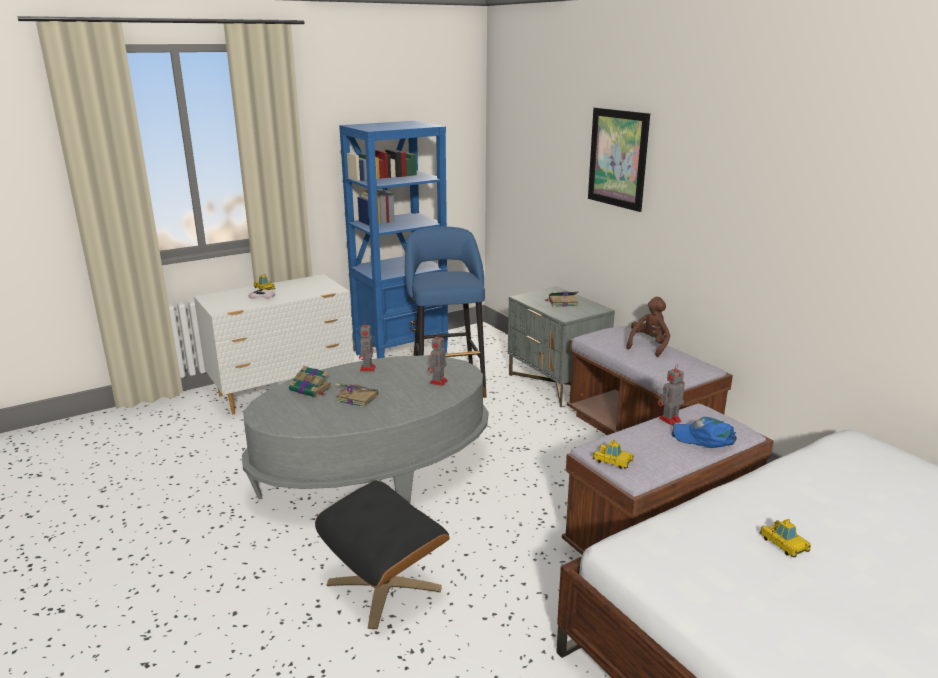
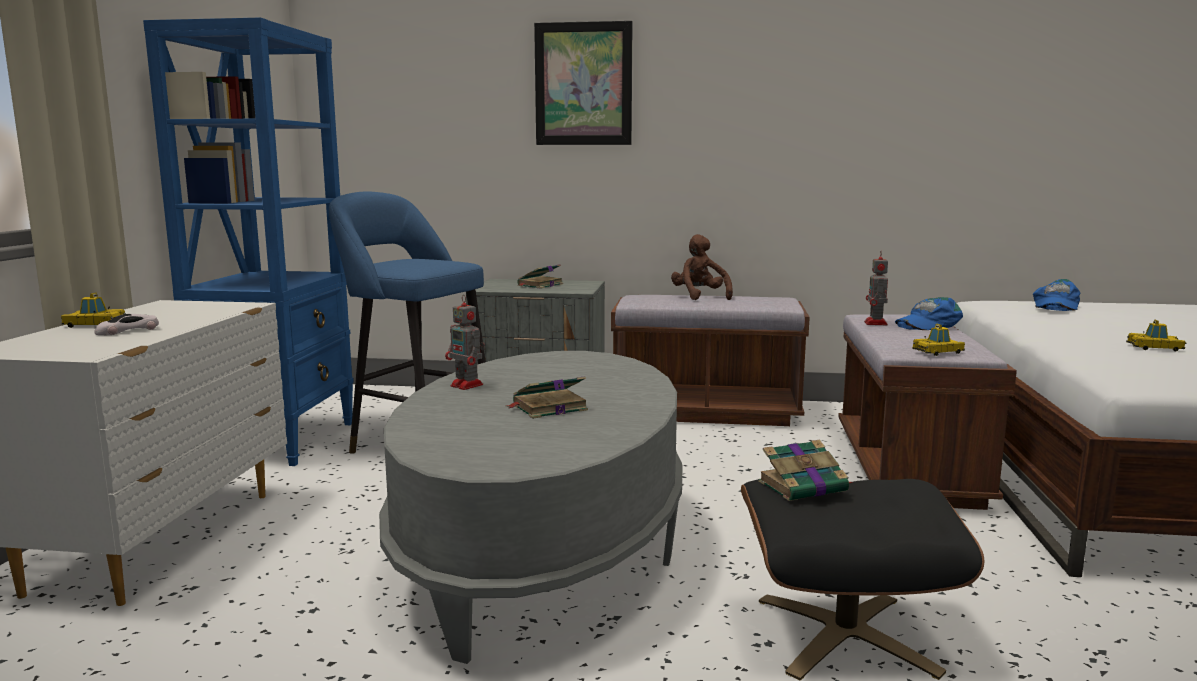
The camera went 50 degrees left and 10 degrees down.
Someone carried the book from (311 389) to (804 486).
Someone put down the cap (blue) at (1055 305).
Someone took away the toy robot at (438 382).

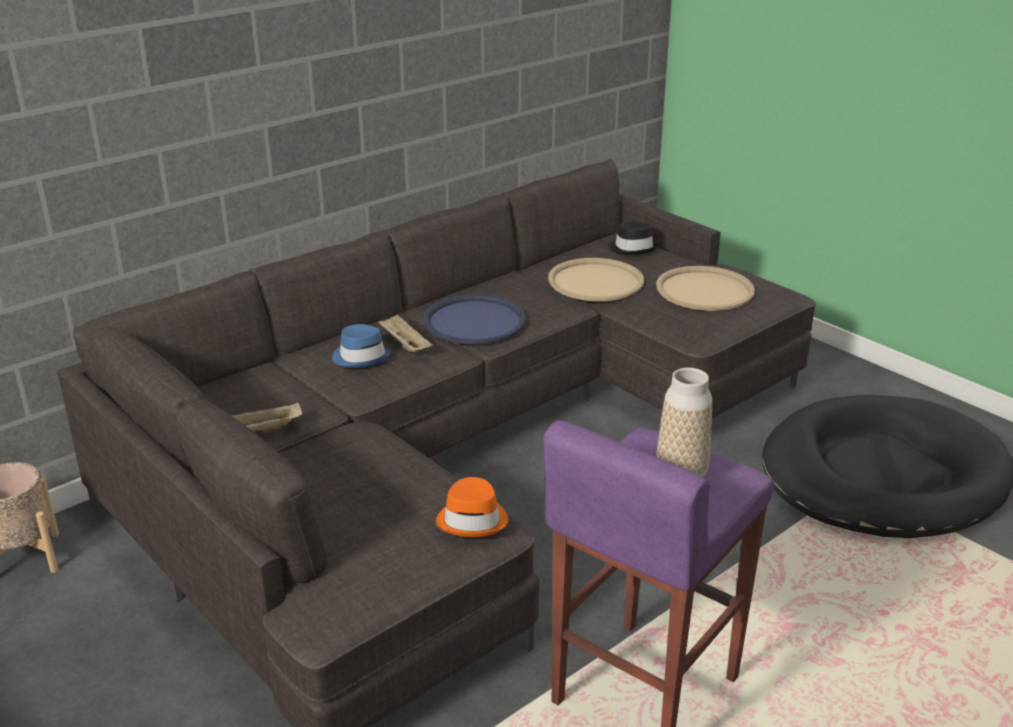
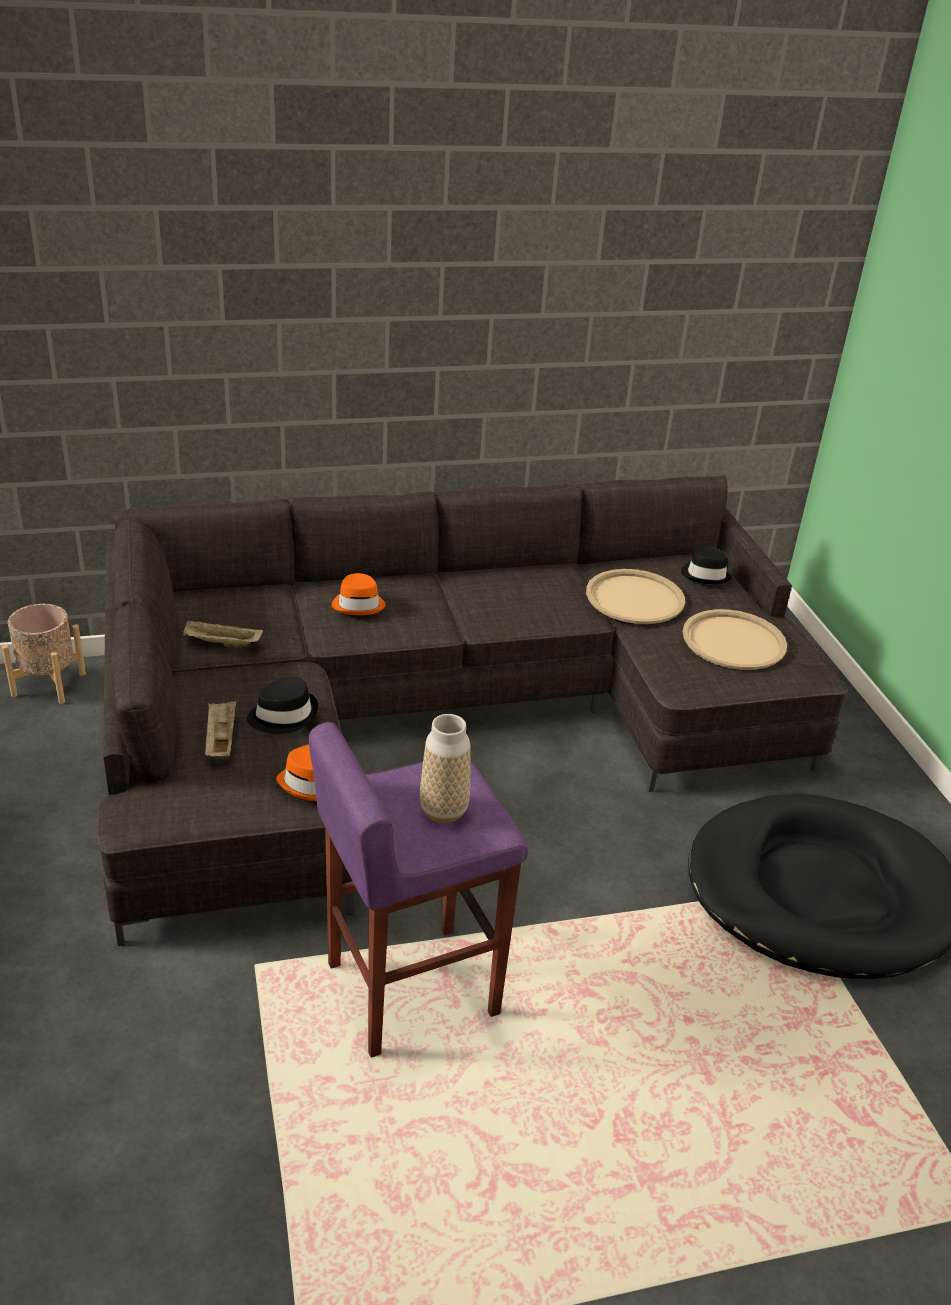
The camera went 25 degrees right and 5 degrees up.
Someone carried the tray (beige) from (404 345) to (221 740).
Someone put down the hat (black) at (283 715).
Someone repainted the hat (blue) at (361 357), which became the hat (orange) at (359 605).
Someone took away the tray (blue) at (474 321).

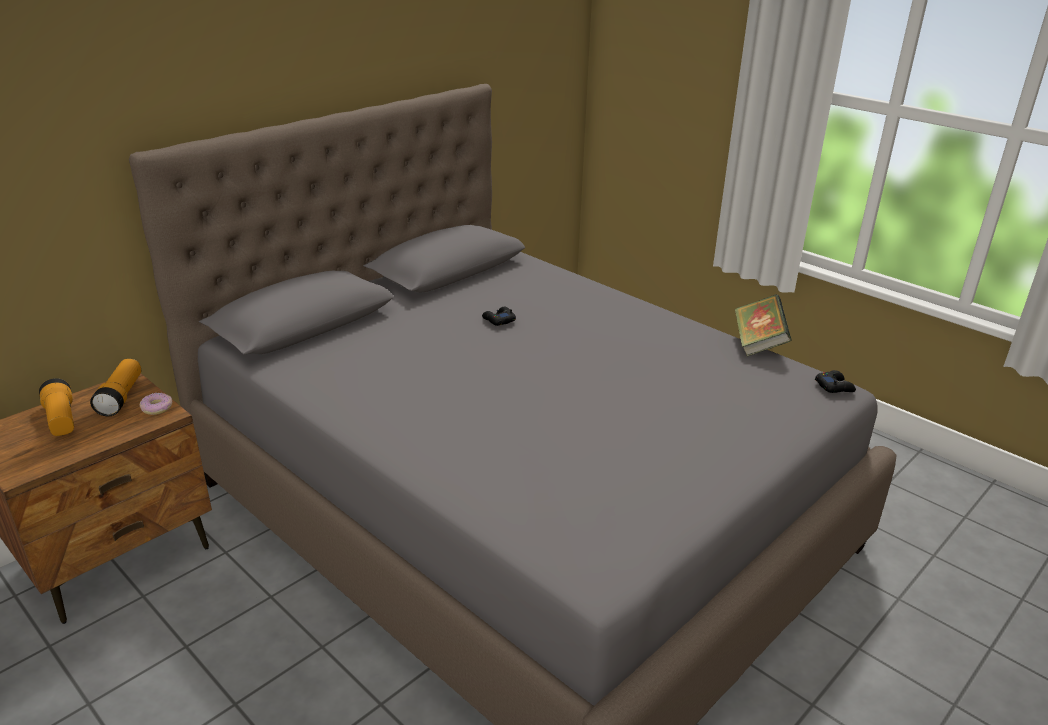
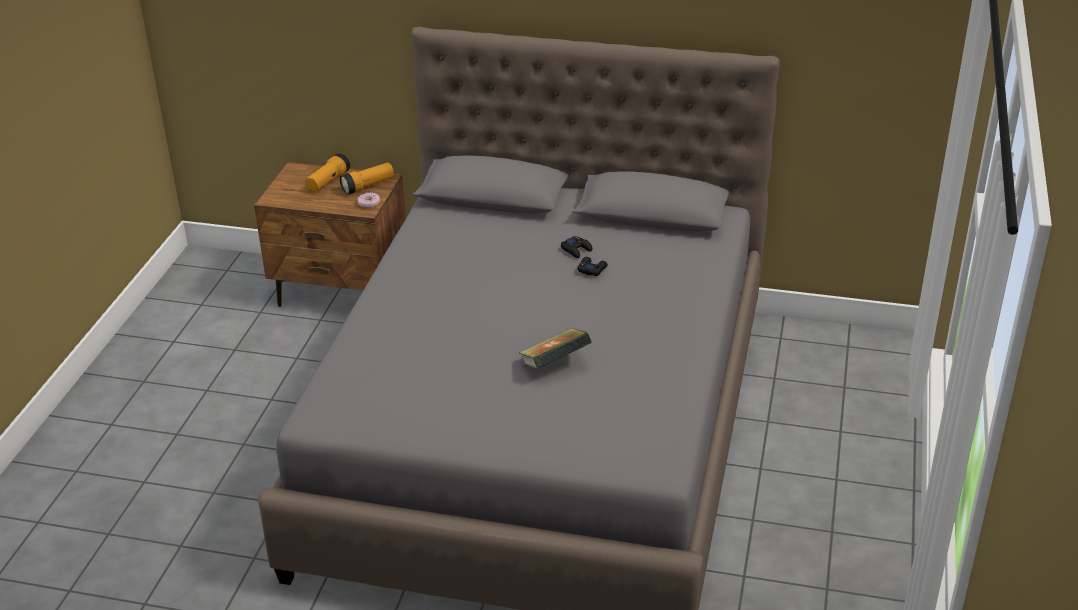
The camera went 60 degrees right and 5 degrees up.
Someone carried the book from (758 343) to (555 365).
Someone carried the game controller (black) from (834 386) to (576 250).

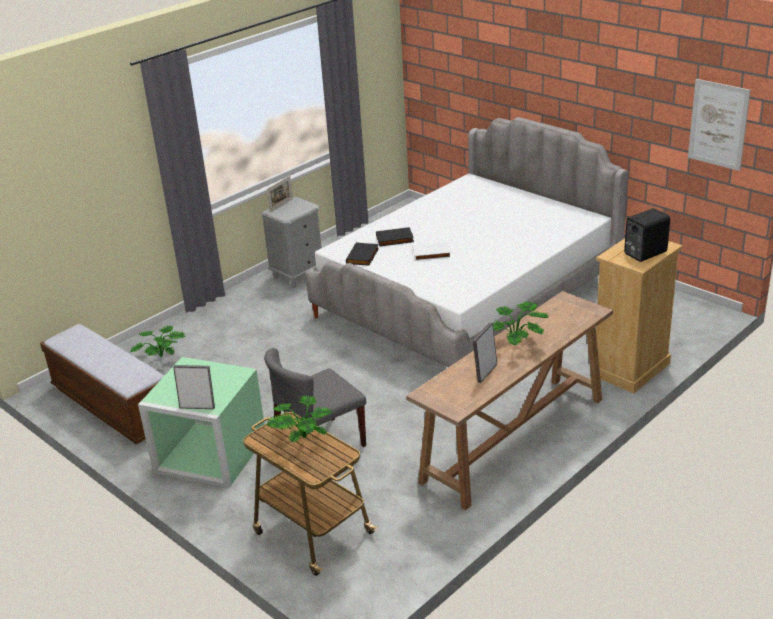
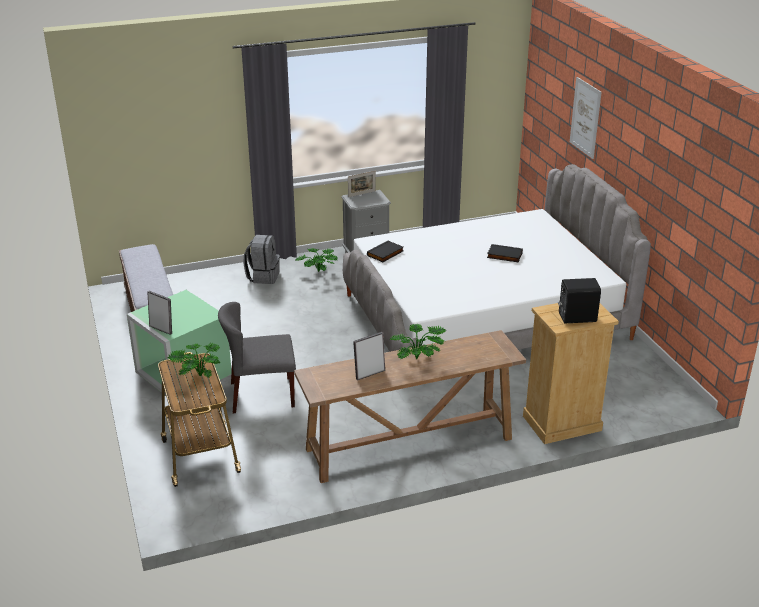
The camera went 25 degrees right and 0 degrees up.
Someone put down the backpack (grey) at (263 276).
Someone carried the potted plant from (162 358) to (318 272).
Someone carried the book (black) from (394 239) to (504 255).
Someone carried the picture from (718 124) to (585 117).
Someone took away the book (white) at (431 254).

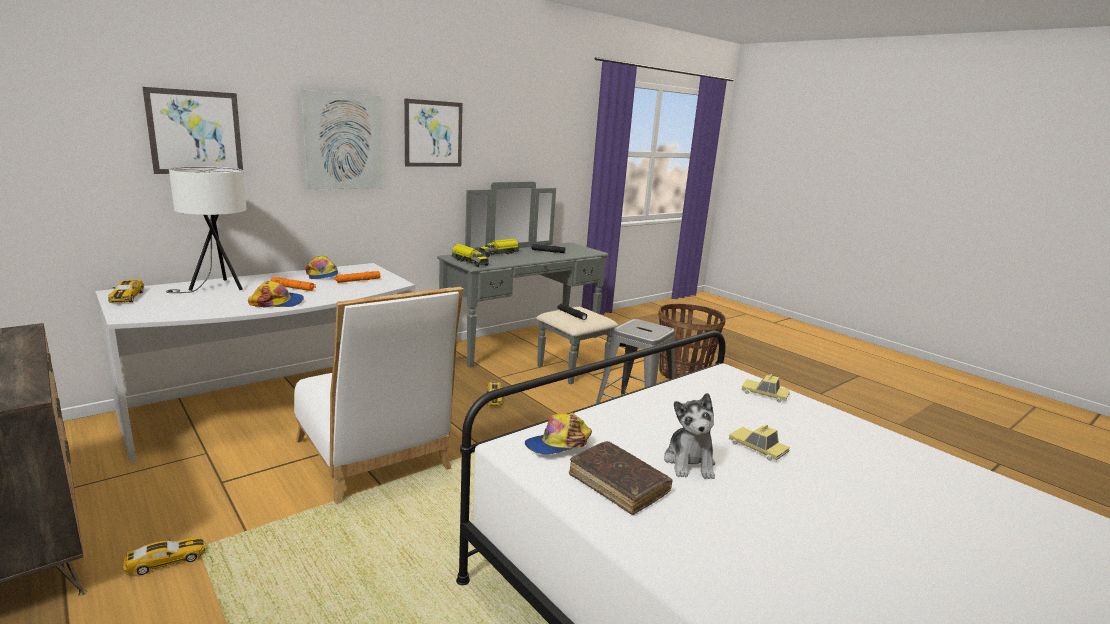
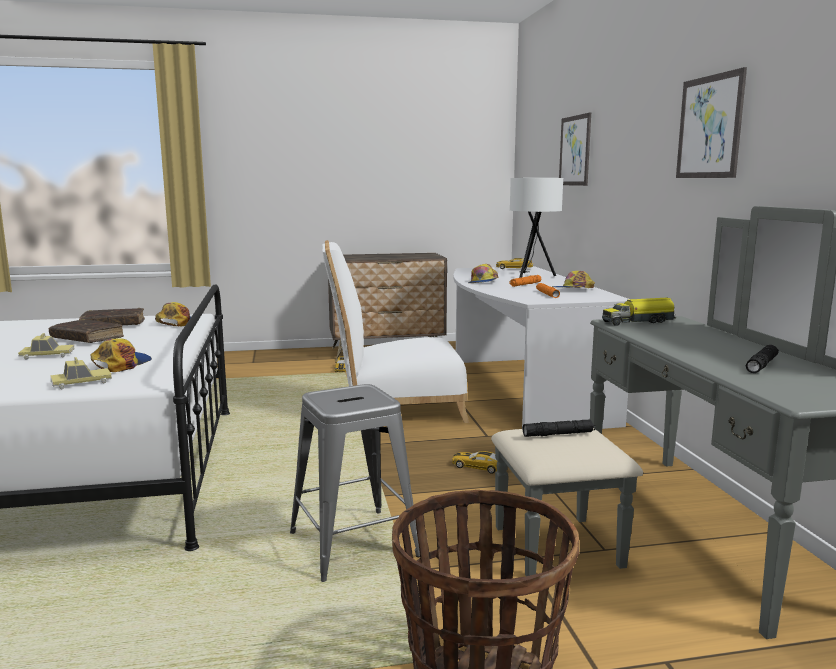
The camera went 120 degrees right and 5 degrees down.
Someone swapped the plush toy at (689 463) for the book (brown) at (87 338).
Someone put down the cap at (121 364).
Someone took away the picture at (342 141).
Someone took away the toy truck at (499 253).

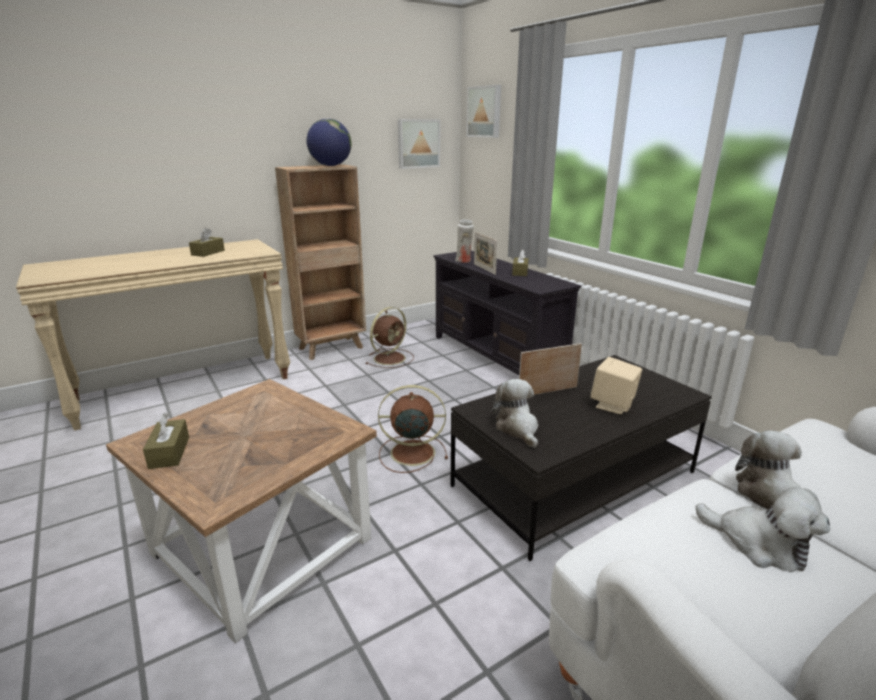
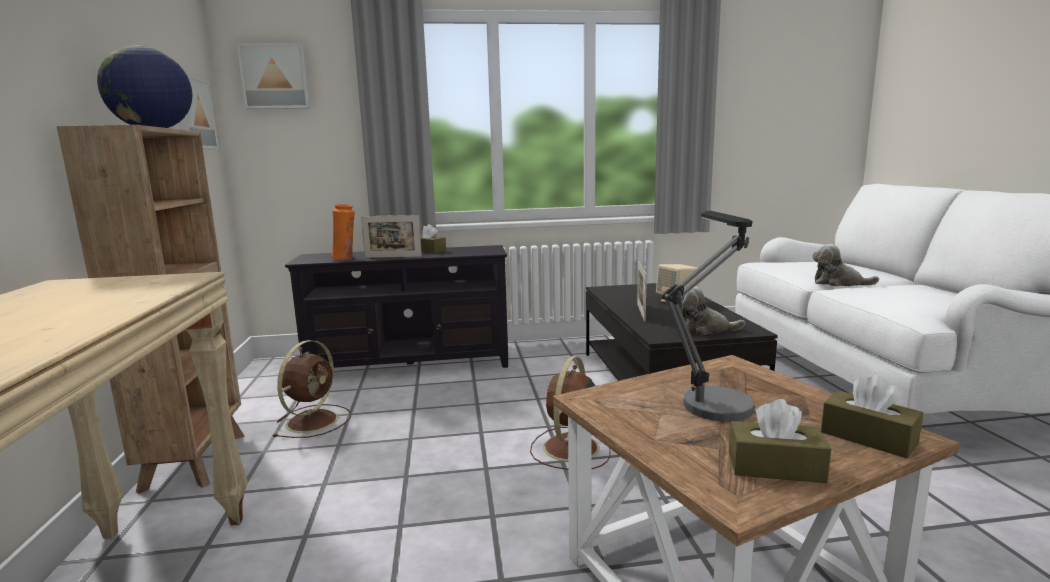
The camera went 65 degrees left and 10 degrees down.
Someone rotated the fan (brown) at (390 358) by 45 degrees clockwise.
Someone repainted the vase (white) at (464 261), which became the vase (orange) at (345 259).
Someone put down the table lamp at (713 397).
Someone carried the tissue box (brown) from (208 253) to (868 437).
Someone took away the plush toy at (759 544).

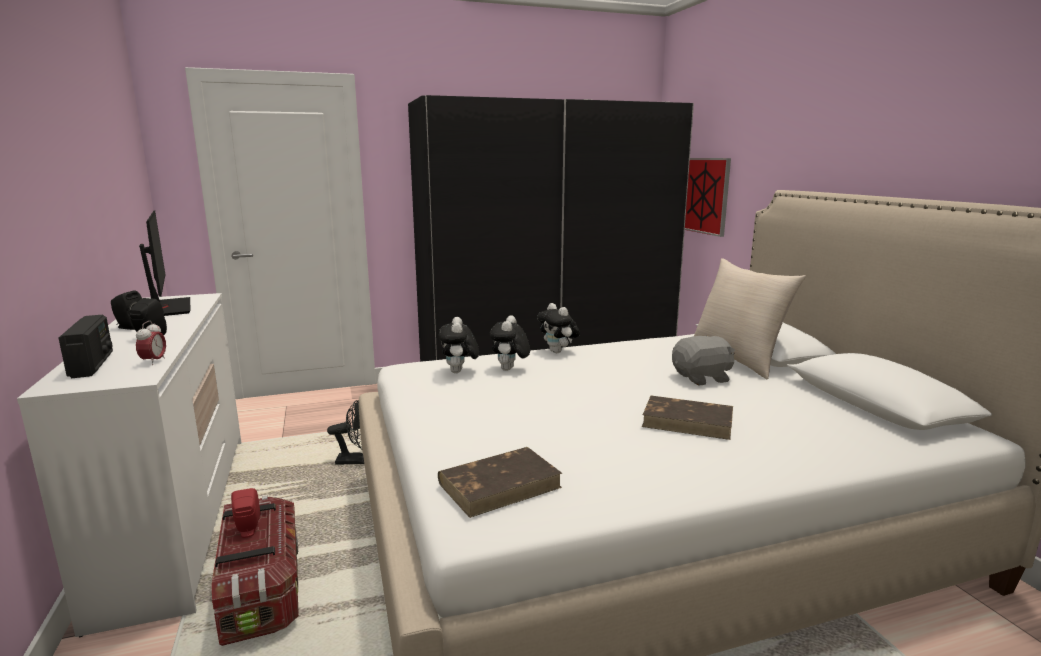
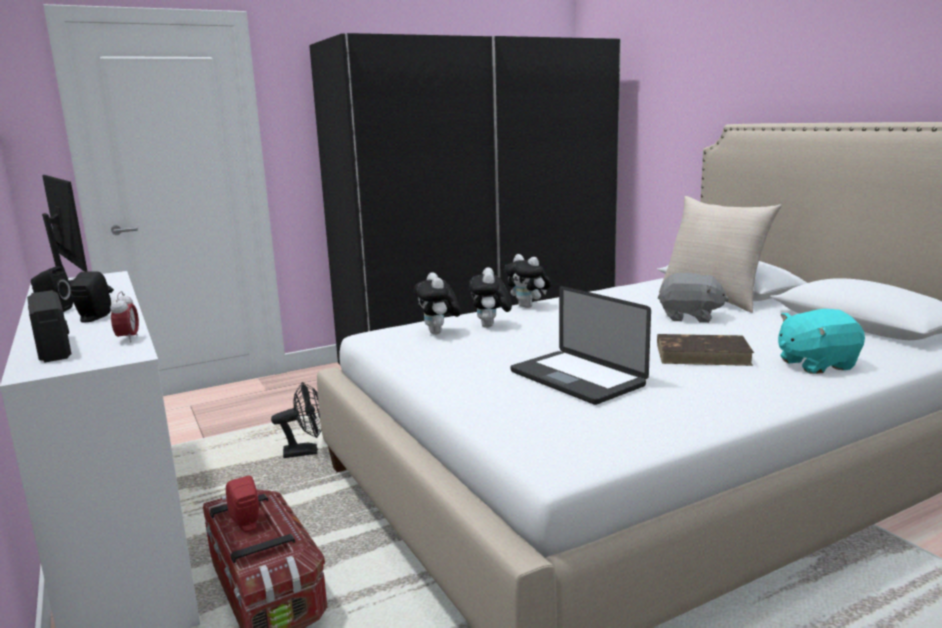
The camera went 10 degrees left and 0 degrees up.
Someone put down the laptop at (576 379).
Someone rotated the plush toy (grey) at (702 378) by 45 degrees clockwise.
Someone put down the plush toy (turquoise) at (815 364).
Someone took away the book (brown) at (500 485).
Someone took away the picture at (704 195).

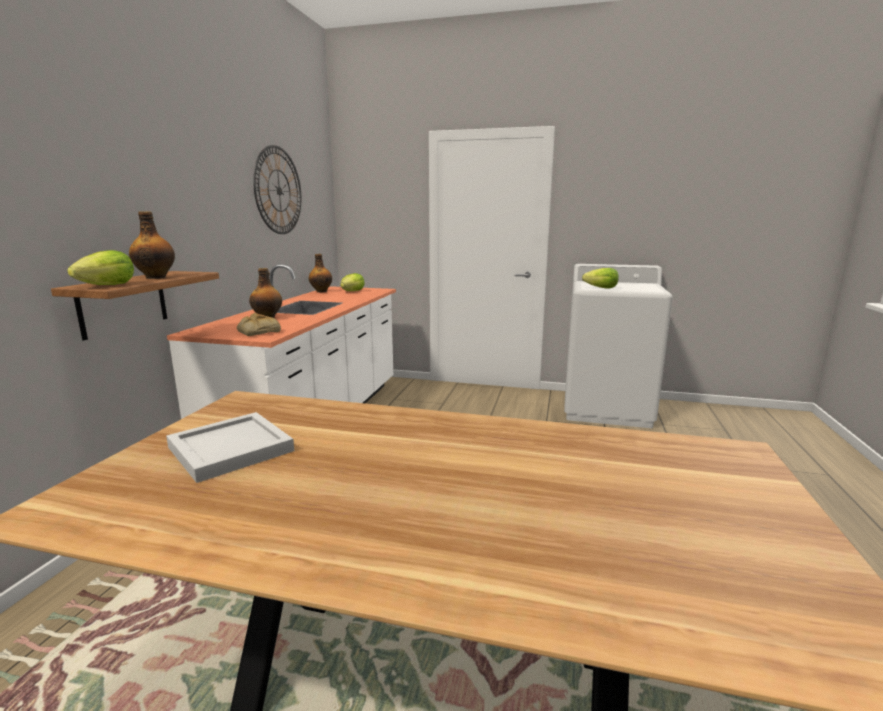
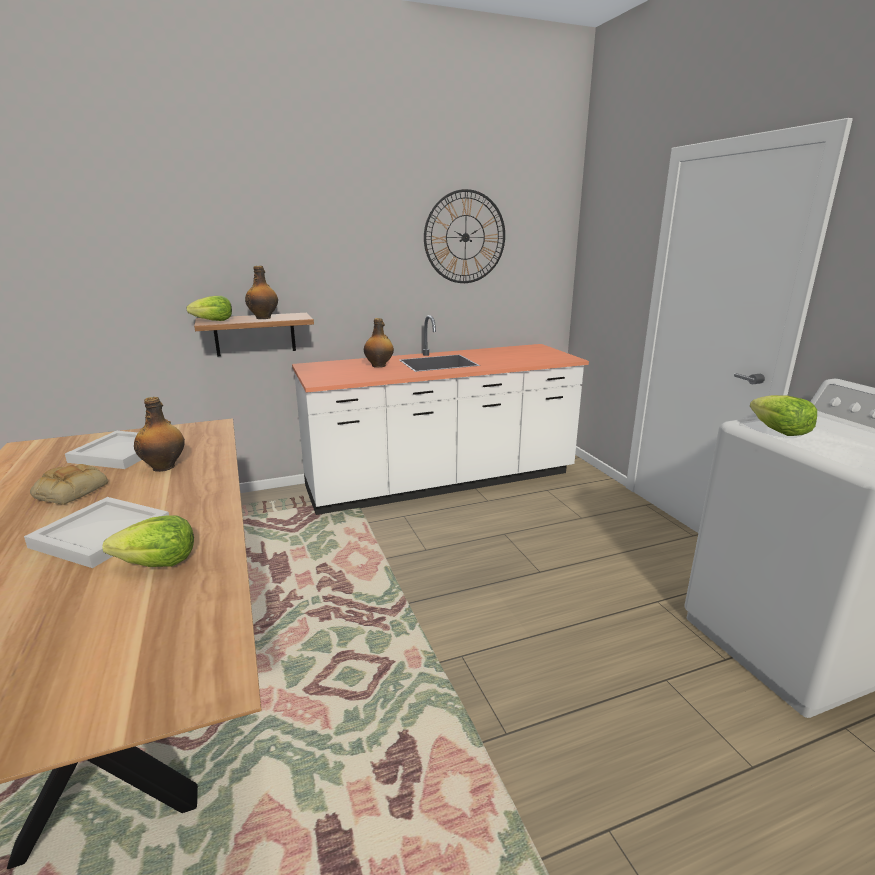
The camera went 55 degrees right and 5 degrees up.
Someone put down the tray (white) at (104 534).
Someone carried the bread from (258 331) to (71 491).
Someone carried the lettuce from (352 291) to (158 562).
Someone carried the bottle from (321 291) to (164 467).

